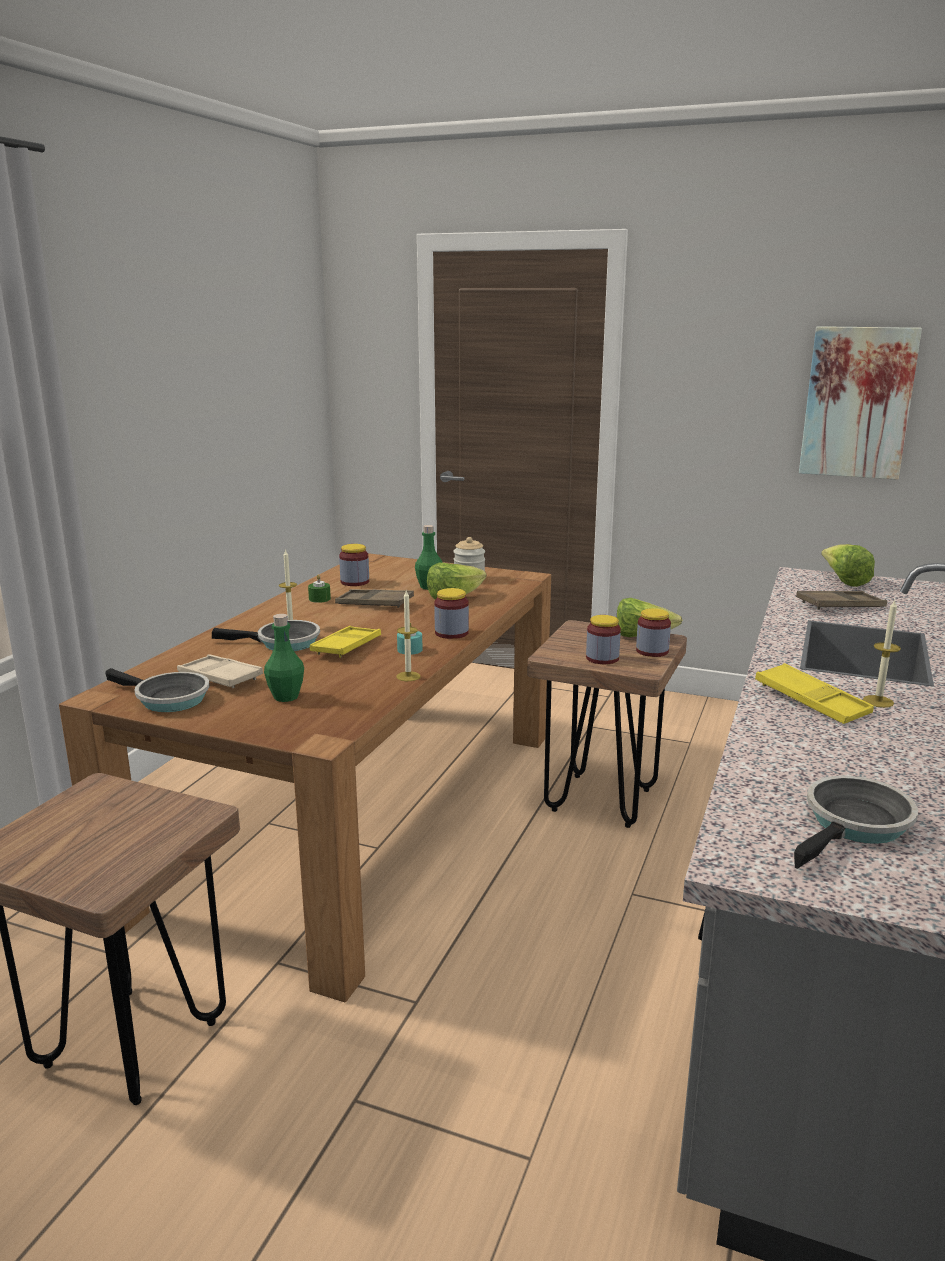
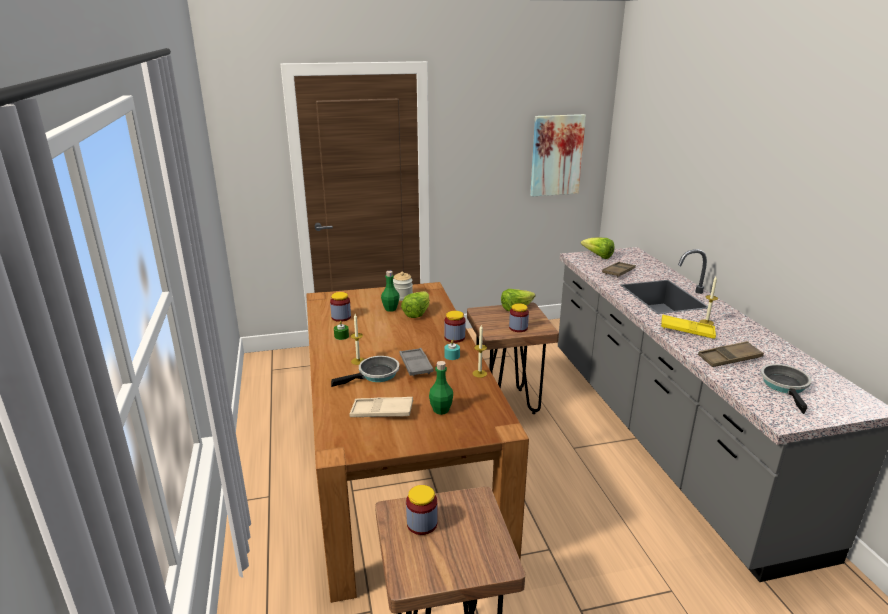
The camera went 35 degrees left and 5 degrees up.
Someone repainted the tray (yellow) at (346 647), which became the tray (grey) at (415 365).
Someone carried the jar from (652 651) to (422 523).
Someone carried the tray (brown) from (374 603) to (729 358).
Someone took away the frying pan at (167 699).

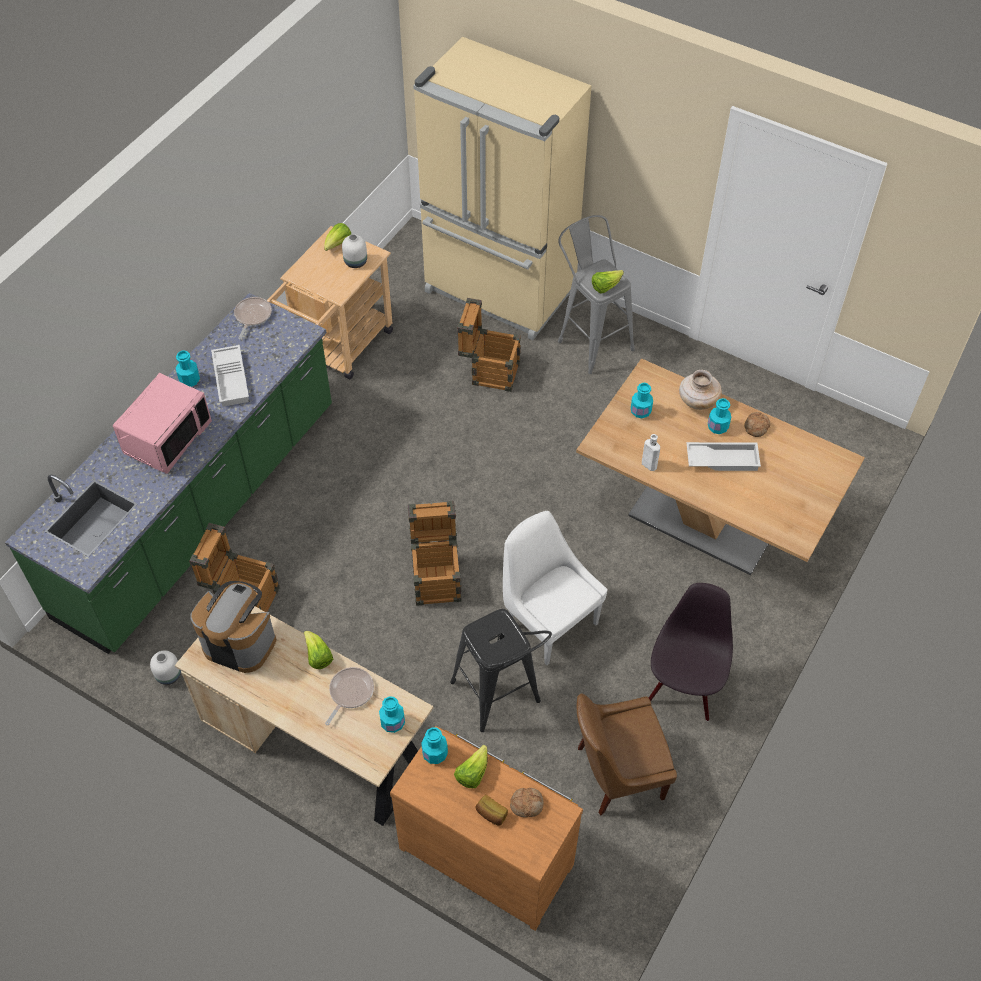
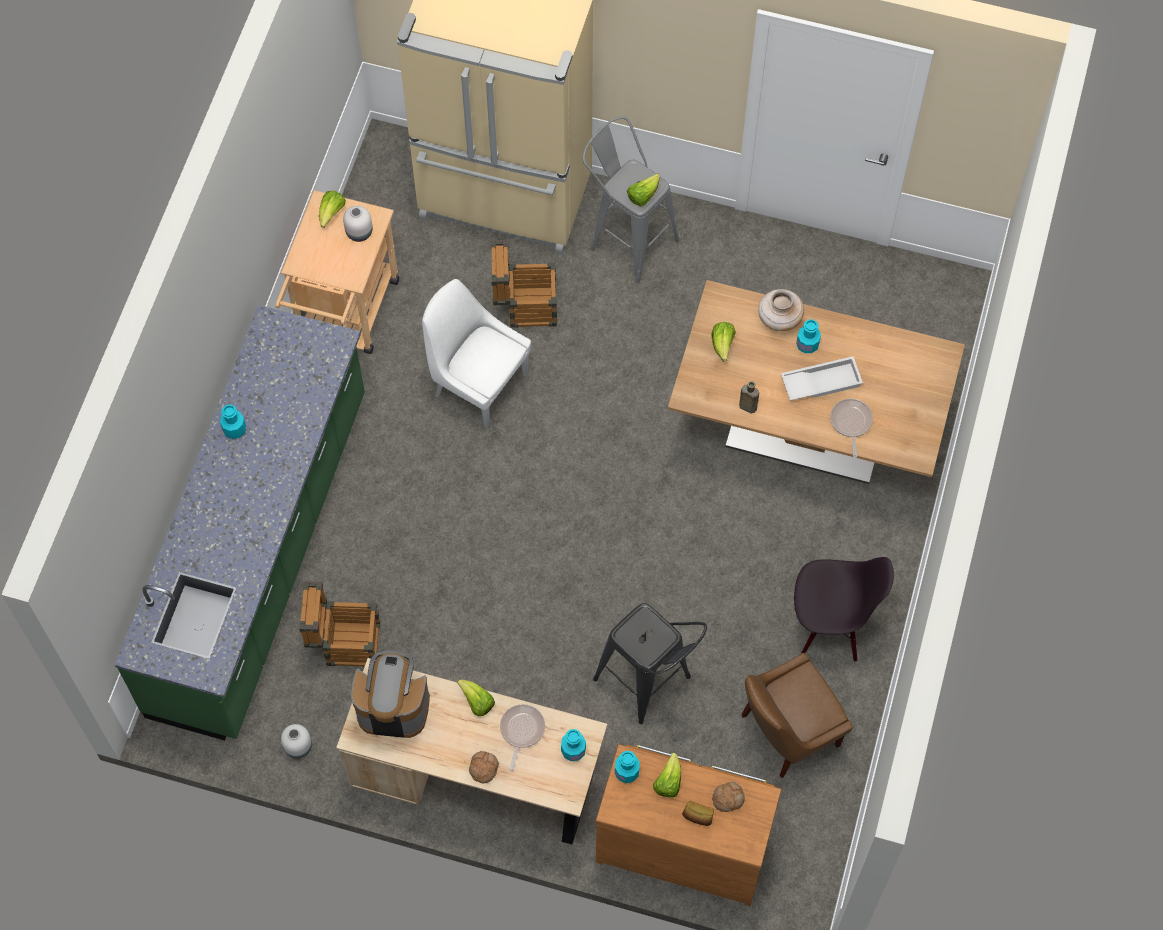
The camera went 15 degrees left and 10 degrees up.
Someone carried the chair (white) from (548 621) to (478 383).
Someone carried the bread from (756 427) to (483 768).
Someone swapped the bottle (turquoise) at (640 411) for the lettuce at (722 345).
Someone repainted the bottle (white) at (648 464), which became the bottle (brown) at (746 406).
Someone rotated the chair (black) at (684 688) by 90 degrees clockwise.
Someone carried the frying pan from (252 316) to (850 423).
Someone took away the microwave (pink) at (167 437).
Someone took away the tray (white) at (232 379).
Someone took away the crate at (436 577).

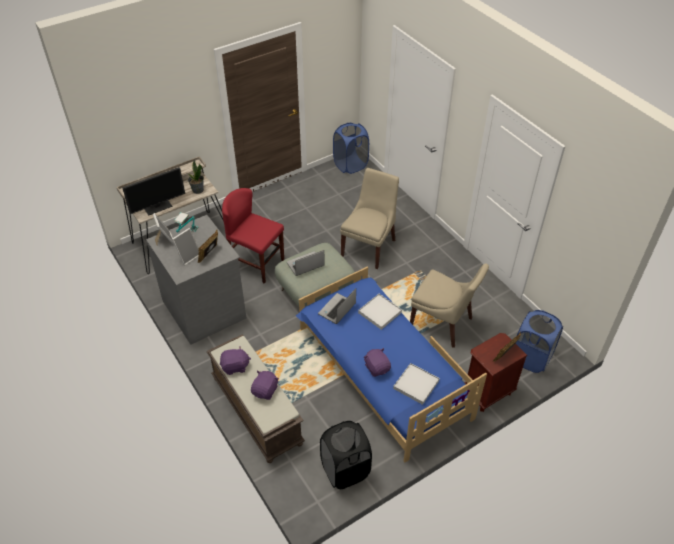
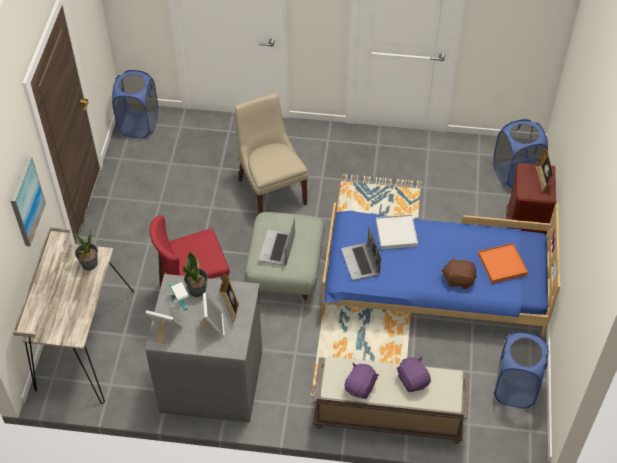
The camera went 50 degrees left and 5 degrees up.
Someone put up the picture at (26 201).
Someone put down the potted plant at (197 290).
Someone repainted the plush toy (purple) at (377 368), which became the plush toy (brown) at (458 279).
Someone repainted the tray (white) at (416 385), which became the tray (orange) at (502 265).
Someone repainted the laundry basket (black) at (345 470), which became the laundry basket (blue) at (515 388).
Someone took away the monitor at (157 206).
Someone took away the chair (beige) at (443 324).

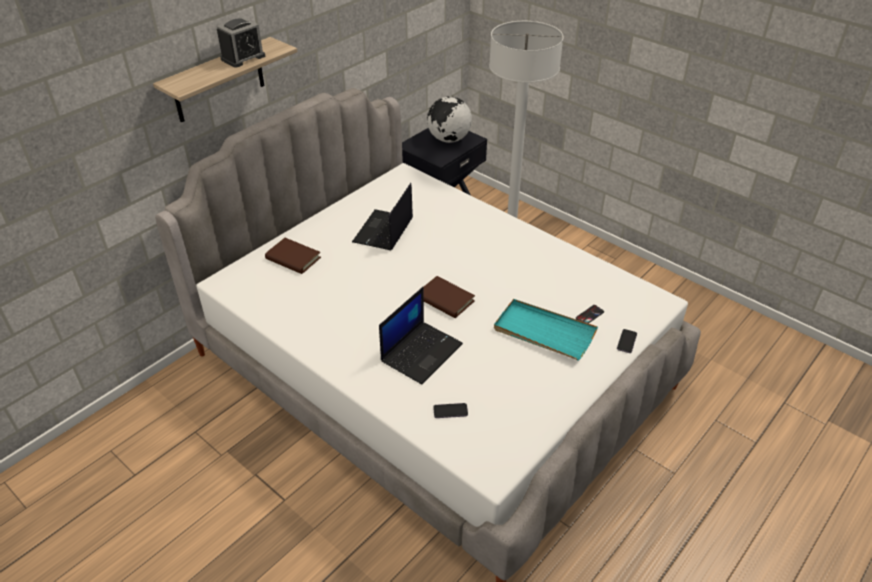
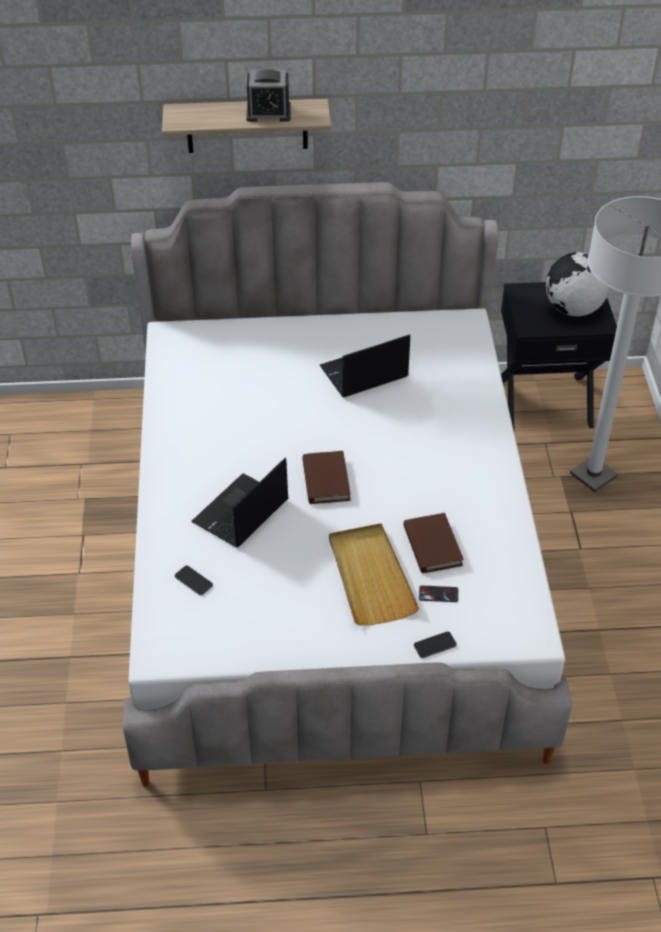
The camera went 45 degrees right and 5 degrees up.
Someone rotated the laptop at (421 352) by 135 degrees clockwise.
Someone repainted the tray (turquoise) at (544 332), which became the tray (beige) at (370 576).
Someone carried the book (brown) from (293 258) to (432 546).

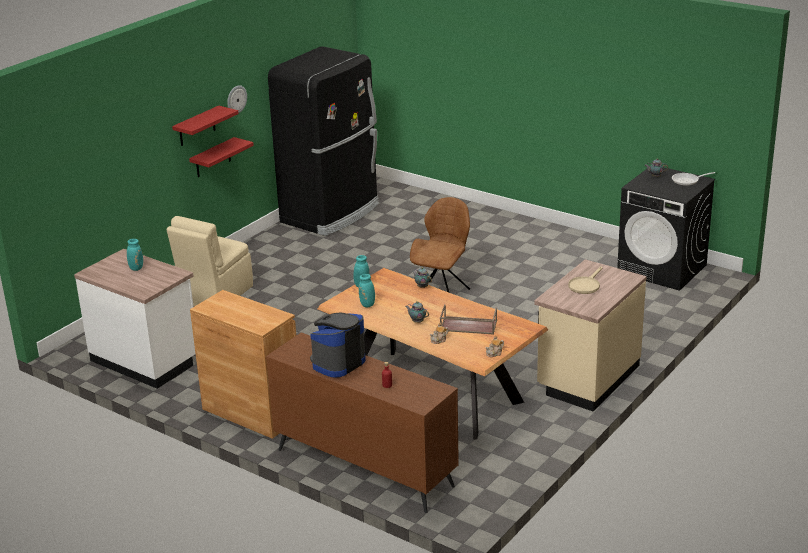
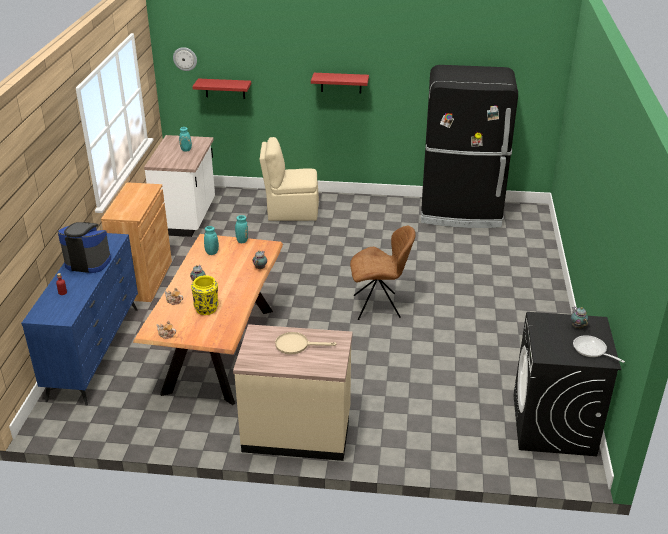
The camera went 60 degrees right and 5 degrees up.
Someone repainted the dresser (brown) at (364 467), which became the dresser (blue) at (95 352).
Someone carried the wall clock from (236 99) to (185 58).
Someone swapped the tray (brown) at (468 326) for the vase (yellow) at (206 308).
Someone carried the shelf (red) from (213 158) to (225 88).

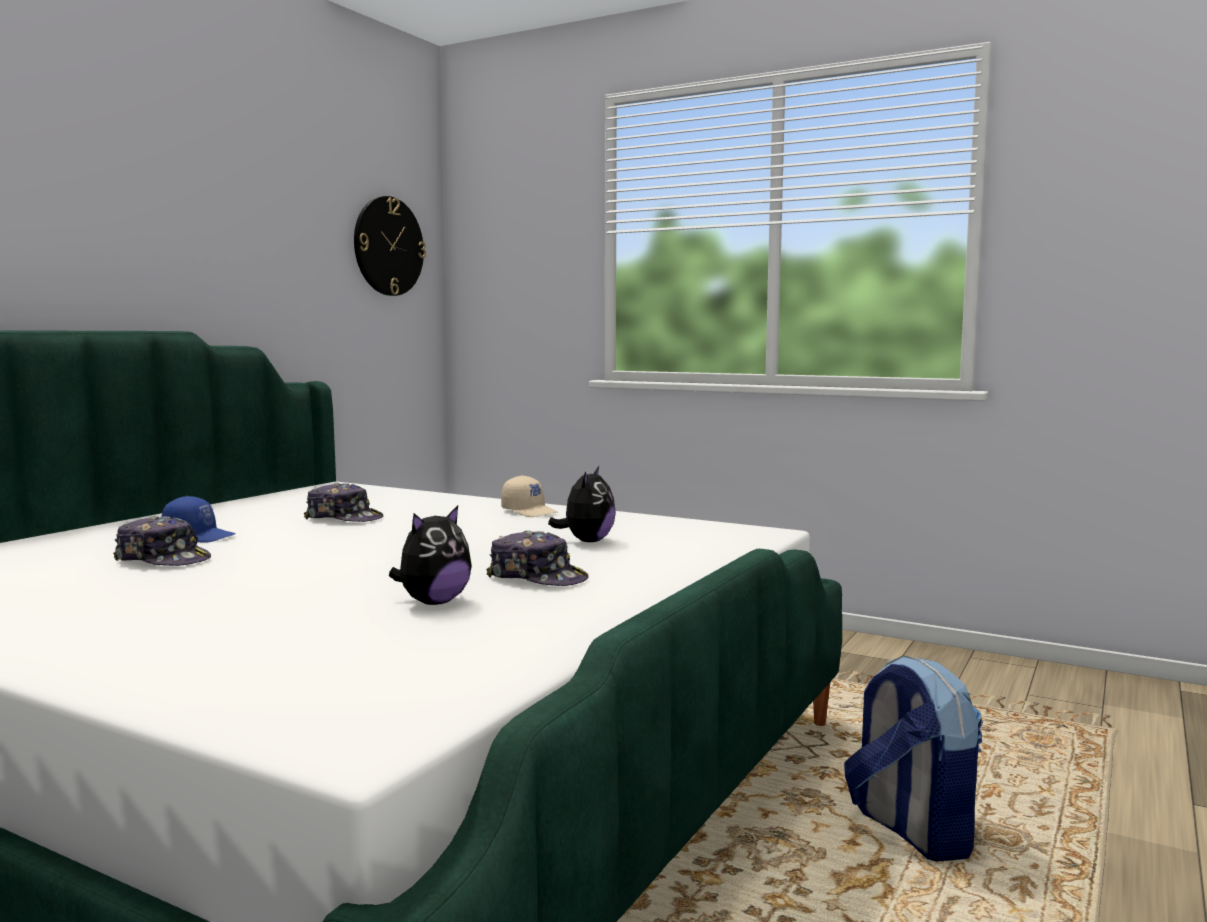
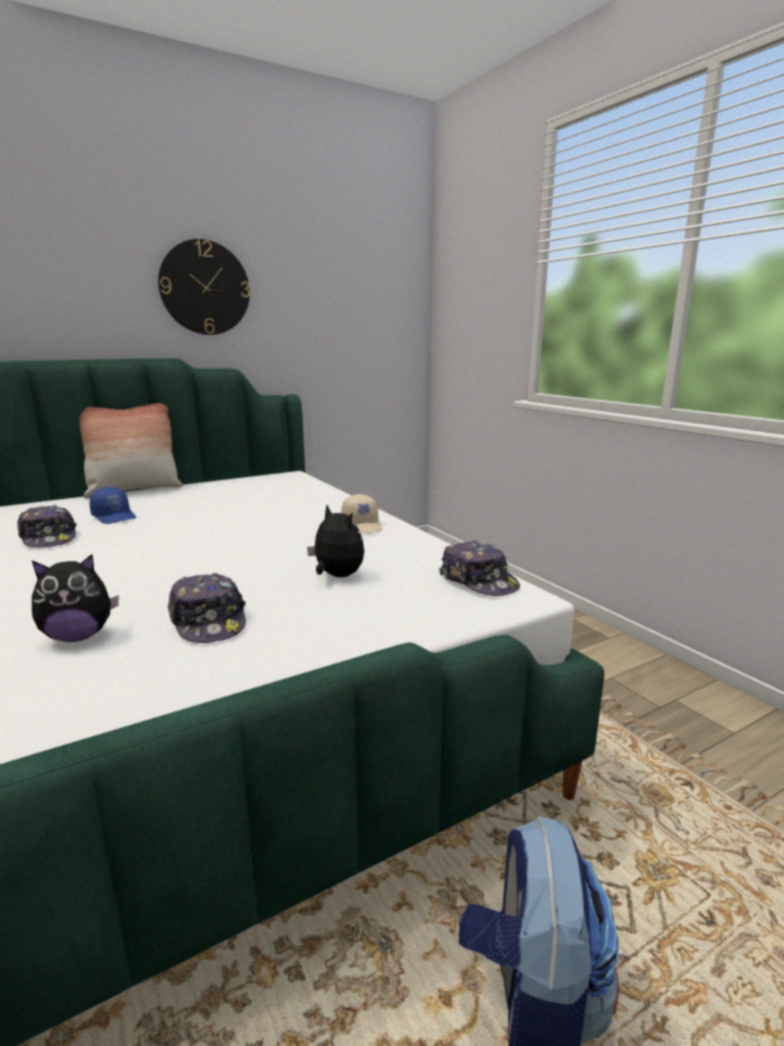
The camera went 30 degrees right and 10 degrees up.
Someone put down the pillow at (134 490).
Someone carried the wall clock from (388 246) to (205 288).
Someone rotated the plush toy at (586 541) by 90 degrees counterclockwise.
Someone carried the cap from (344 518) to (479 581).

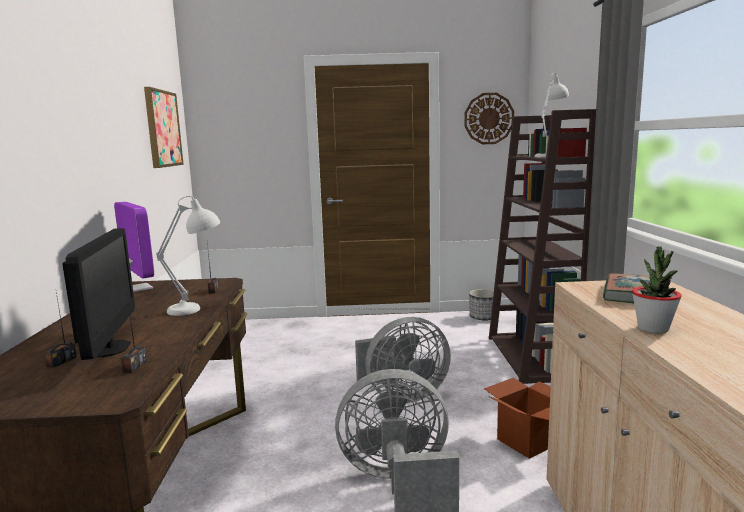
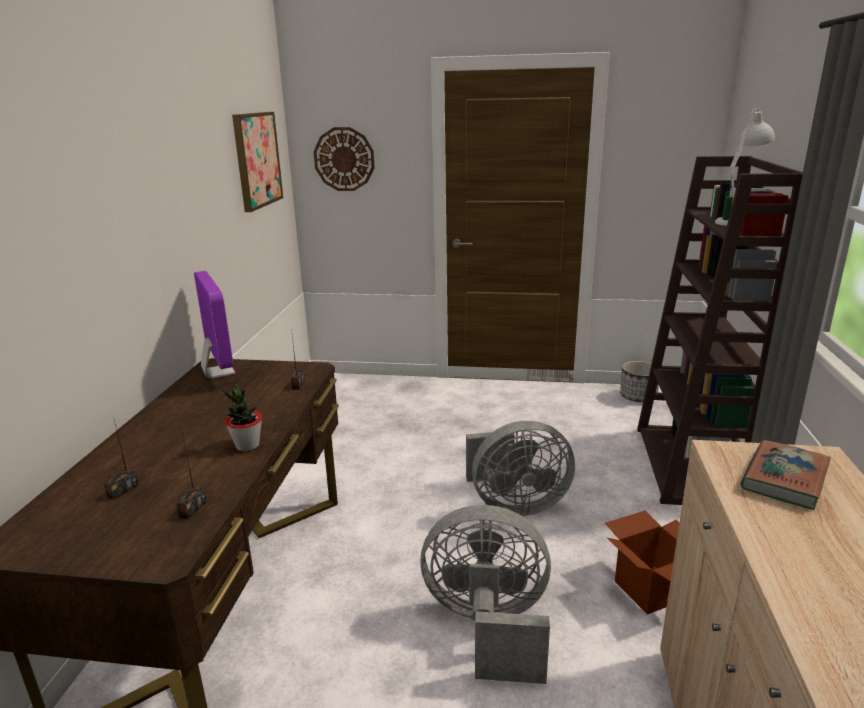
The camera went 10 degrees right and 10 degrees up.
Someone carried the potted plant from (653 328) to (247 445).
Someone carried the wall clock from (489 118) to (344 159).
Someone took away the monitor at (109 348).
Someone took away the table lamp (white) at (198 309).

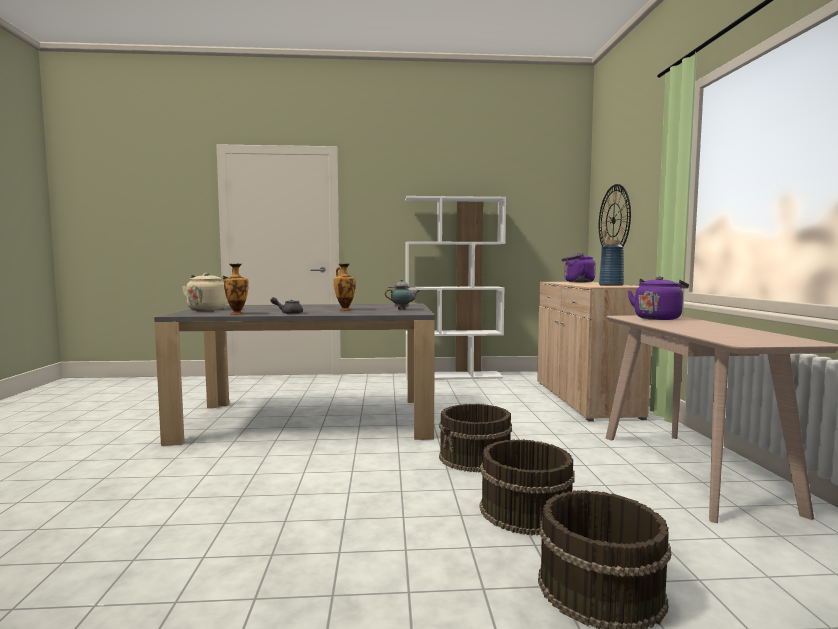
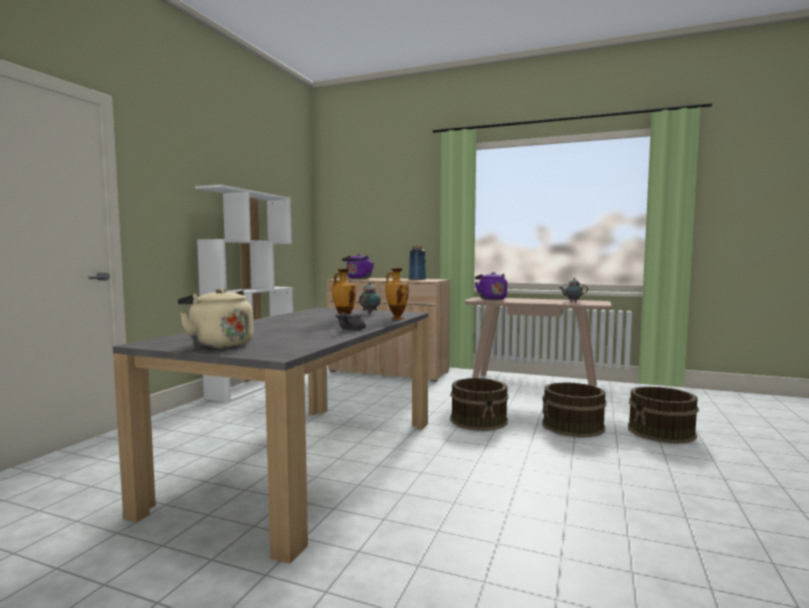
The camera went 65 degrees left and 0 degrees up.
Someone carried the vase from (237 313) to (396 318).
Someone put down the teapot at (572 301).
Someone took away the wall clock at (614 220).

